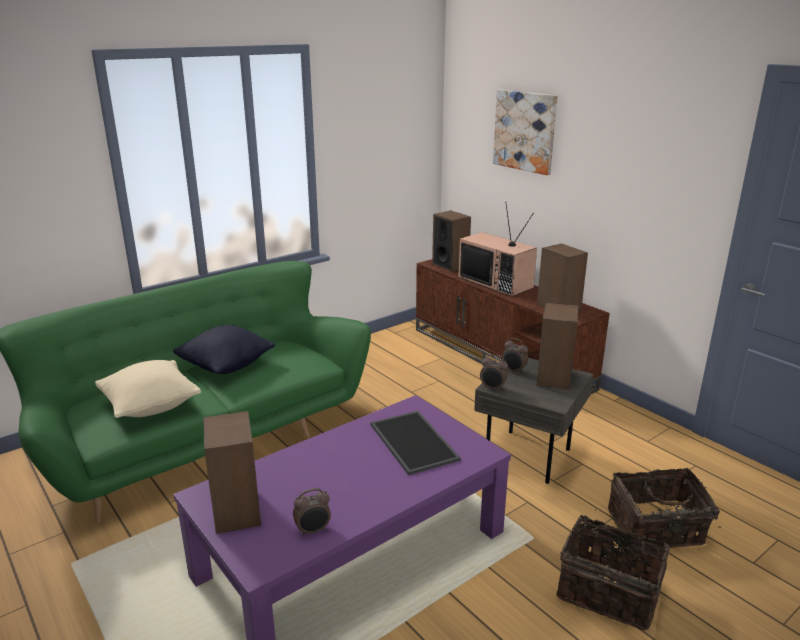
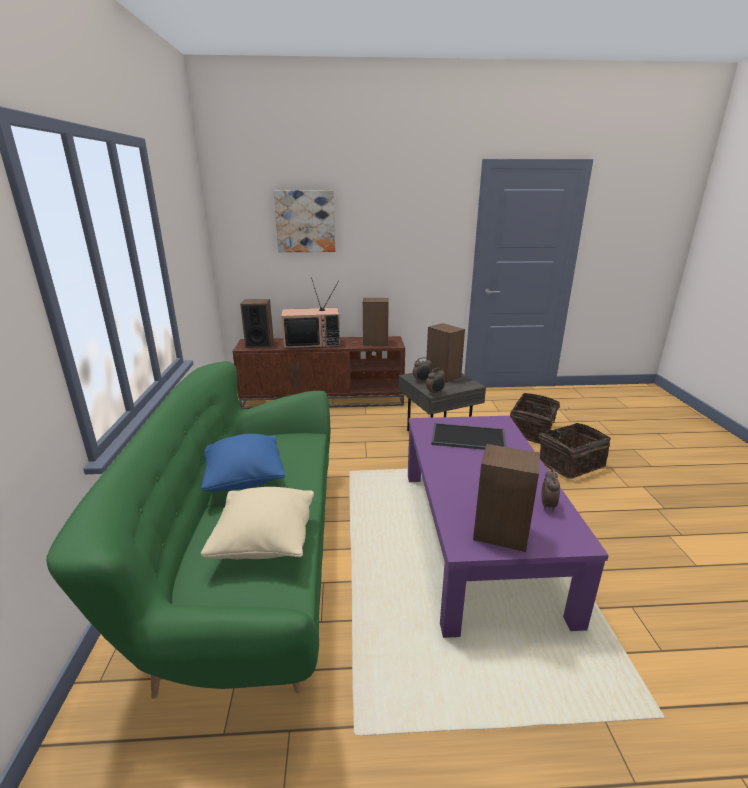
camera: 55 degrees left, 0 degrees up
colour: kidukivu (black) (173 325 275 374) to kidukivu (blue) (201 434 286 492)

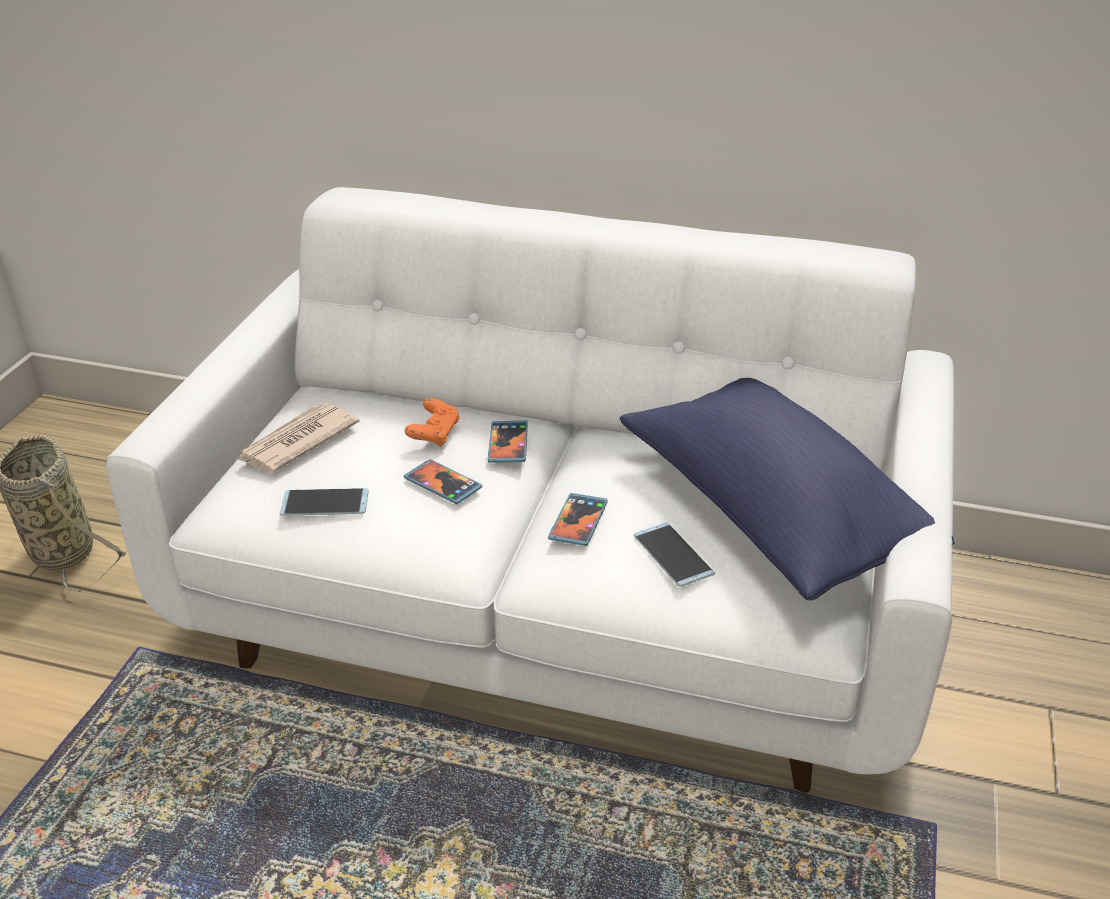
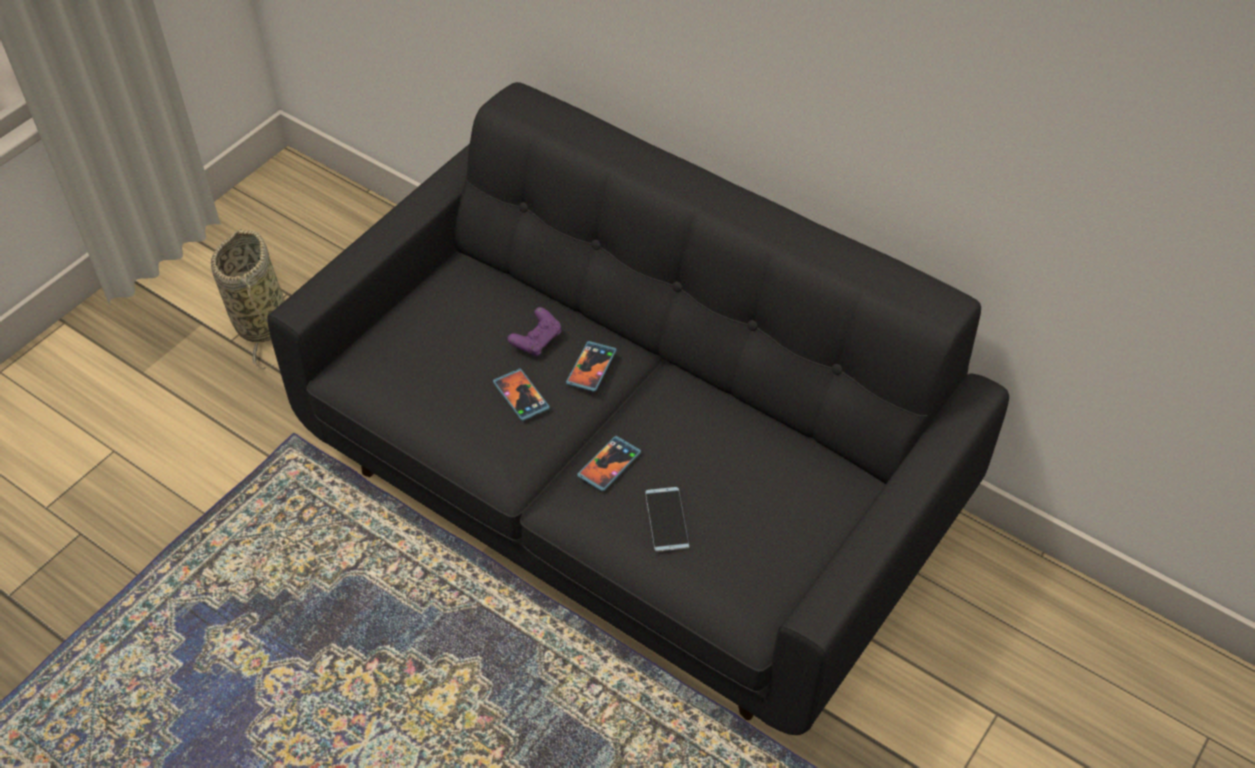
camera: 20 degrees right, 15 degrees up
missing: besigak (236 403 360 473); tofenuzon (280 488 369 516); kidukivu (blue) (620 378 954 600)
colour: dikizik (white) (106 187 954 793) to dikizik (black) (268 82 1009 735); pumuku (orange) (405 398 460 447) to pumuku (purple) (507 307 561 357)

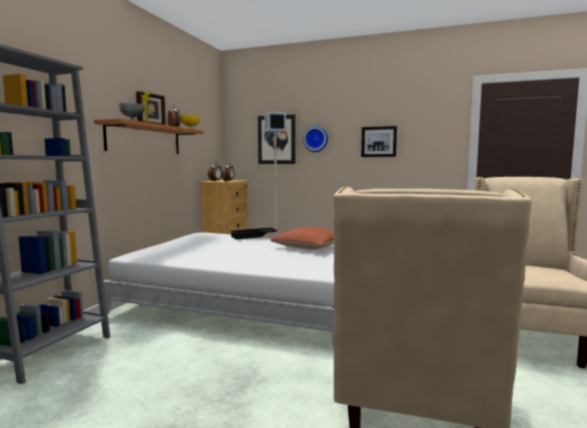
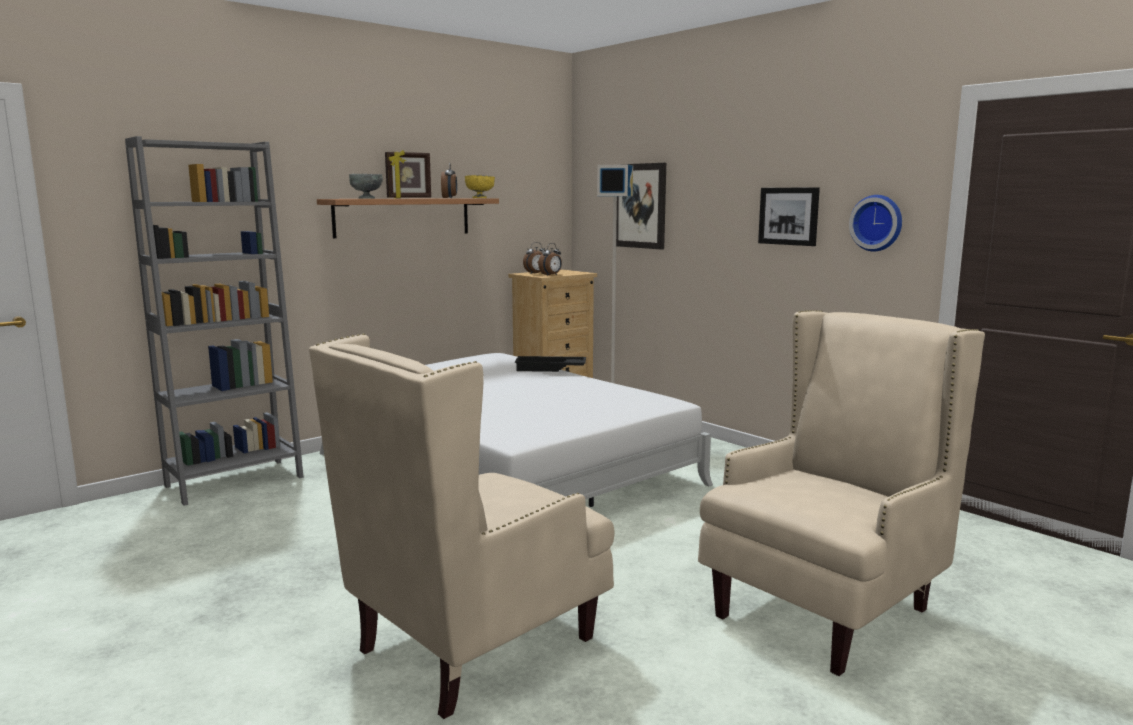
camera: 30 degrees right, 5 degrees up
missing: kidukivu (270 227 334 249)
relocated: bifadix (303 126 328 152) to (849 195 902 252)

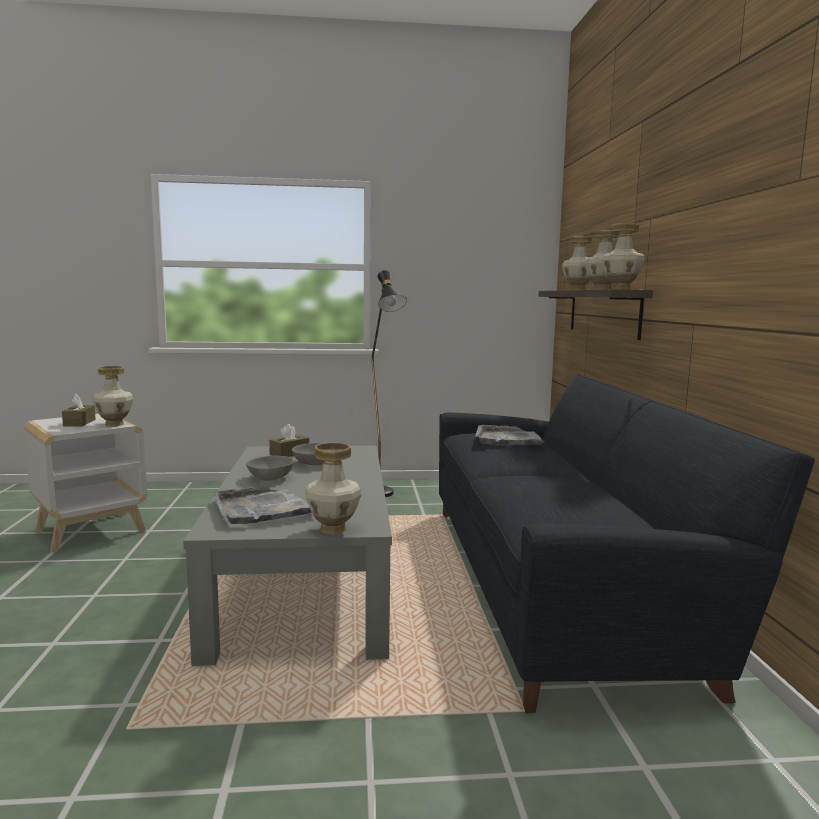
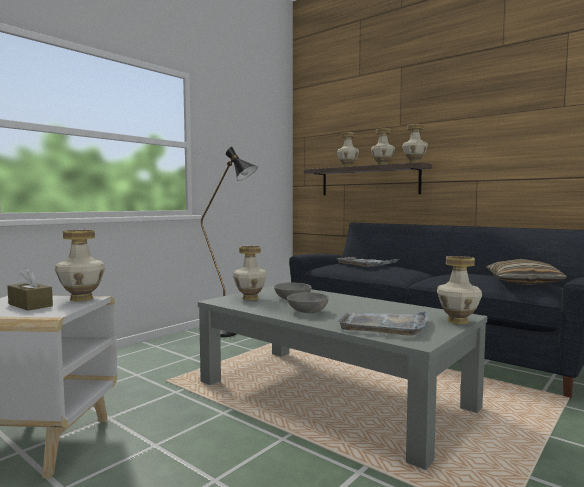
camera: 45 degrees left, 5 degrees down
appeared: kidukivu (486 259 567 285)
exchanged: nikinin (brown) (269 424 309 457) to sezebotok (233 246 267 300)

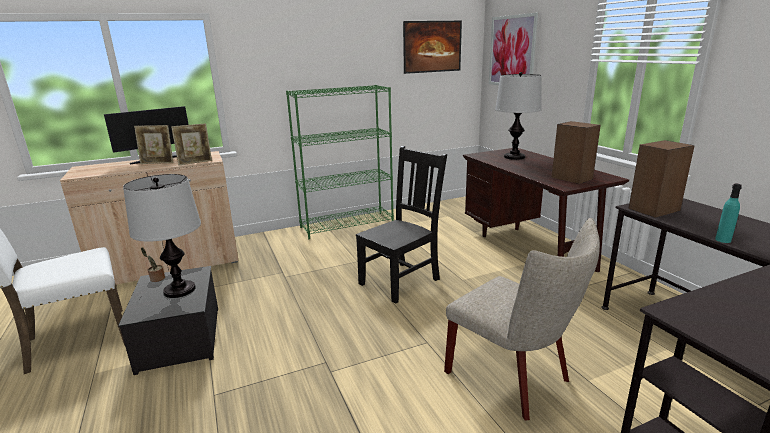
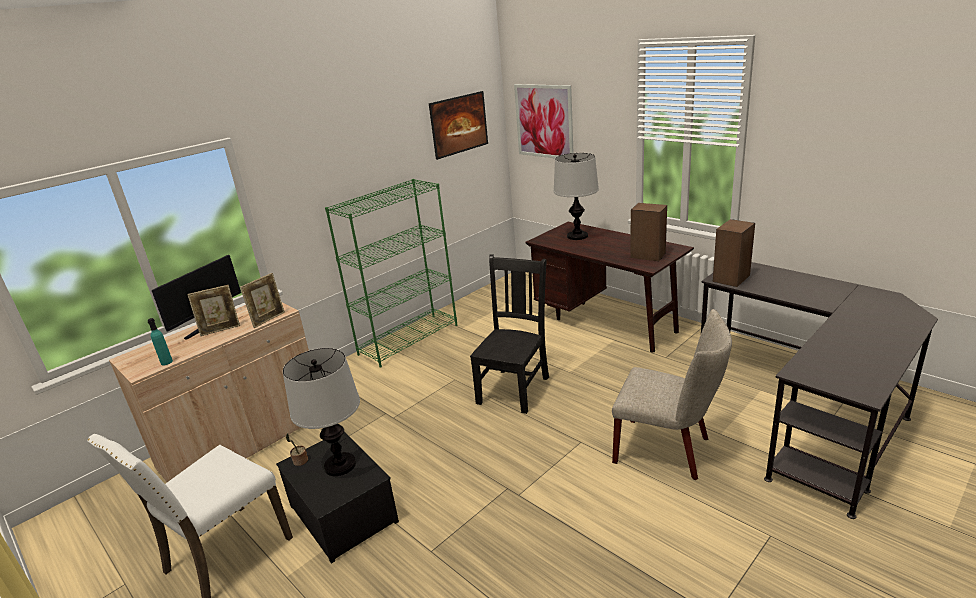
camera: 20 degrees left, 5 degrees up
relocated: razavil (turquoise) (715 184 742 243) to (148 318 173 365)

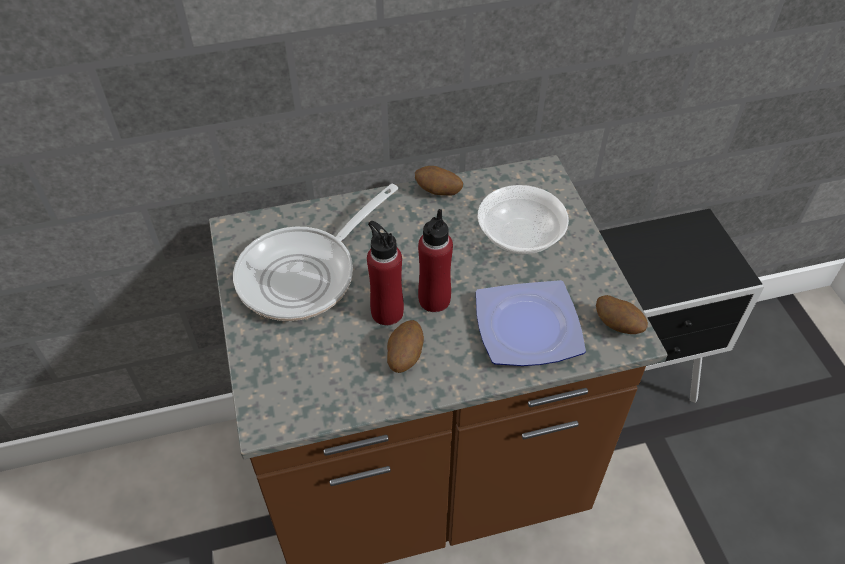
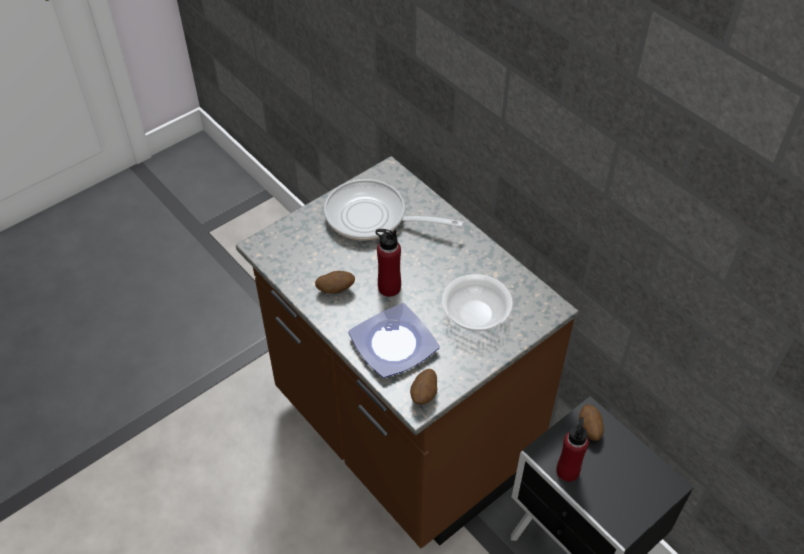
camera: 65 degrees right, 0 degrees up
relocated: razavil (red) (367 221 404 325) to (556 417 589 482); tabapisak (415 166 463 196) to (579 404 604 441)

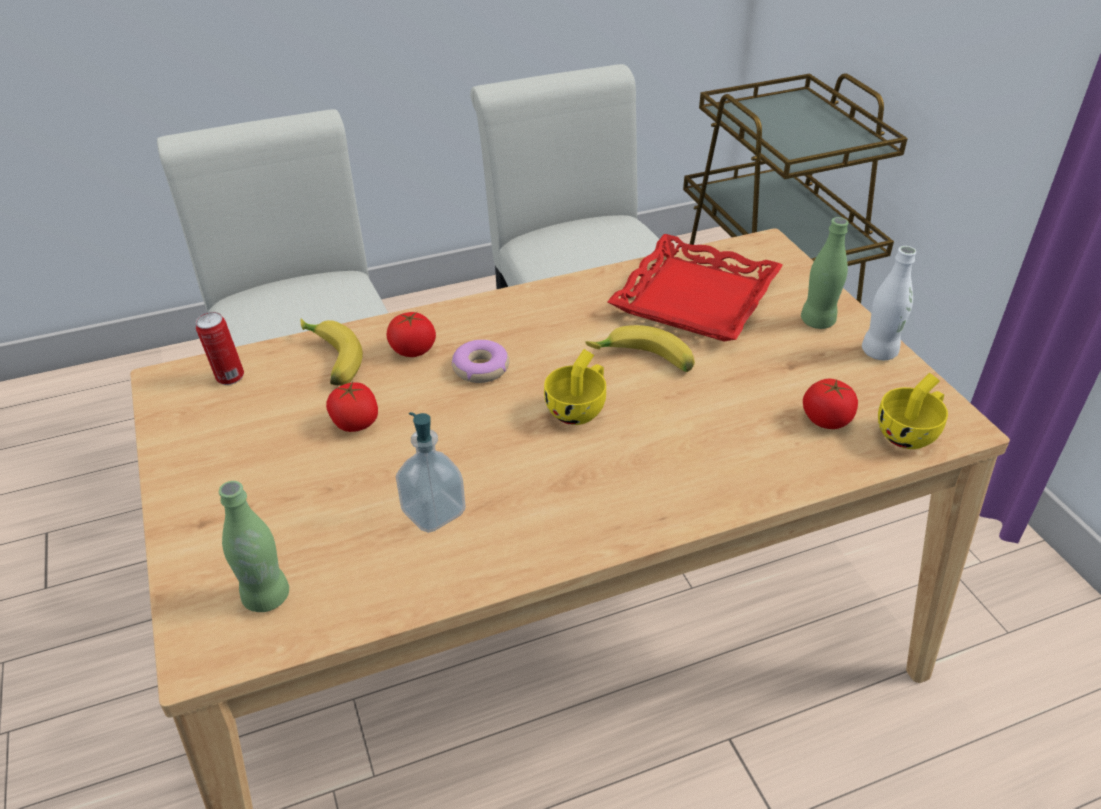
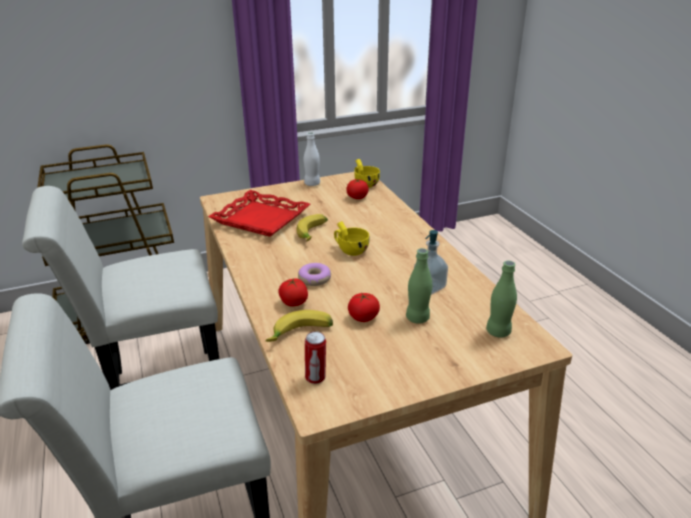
camera: 90 degrees left, 10 degrees down
relocated: razavil (green) (801 217 849 329) to (406 248 432 324)

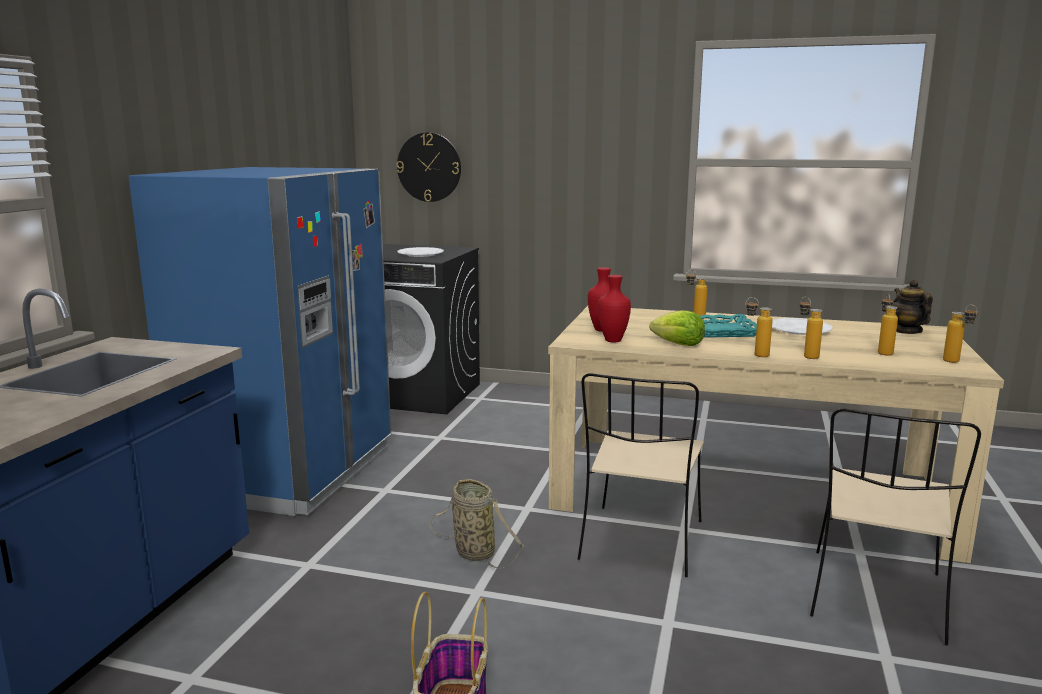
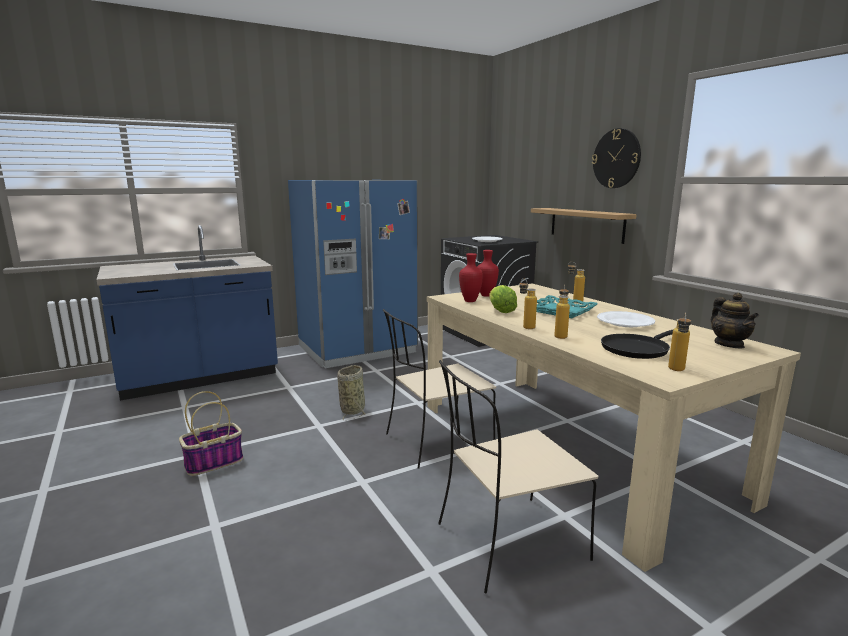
camera: 45 degrees right, 0 degrees up
appeared: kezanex (531 208 637 244)
relocated: bifadix (397 133 461 202) to (592 128 641 188)
exchanged: razavil (878 294 898 356) to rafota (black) (601 330 673 359)
spun: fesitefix (892 280 933 334) = (711 292 759 348) 135 degrees clockwise

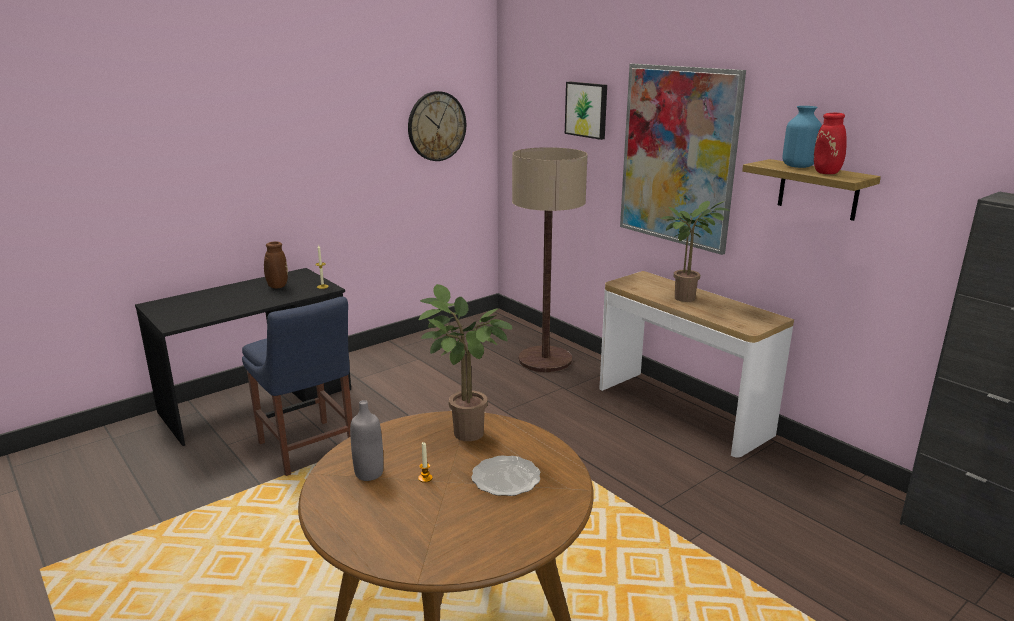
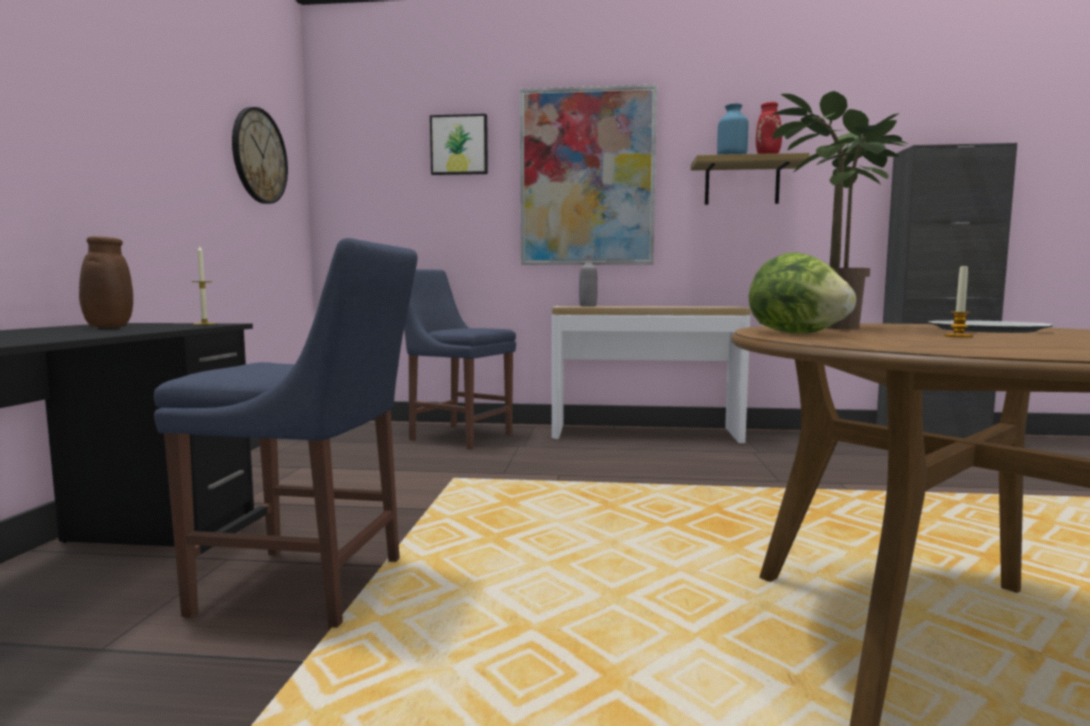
camera: 45 degrees left, 15 degrees down
missing: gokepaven (660 201 731 302)
appeared: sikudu (748 252 856 334)
relocated: razavil (grey) (350 400 384 481) to (579 255 598 306)
exchanged: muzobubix (512 147 588 372) to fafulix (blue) (404 269 516 450)

